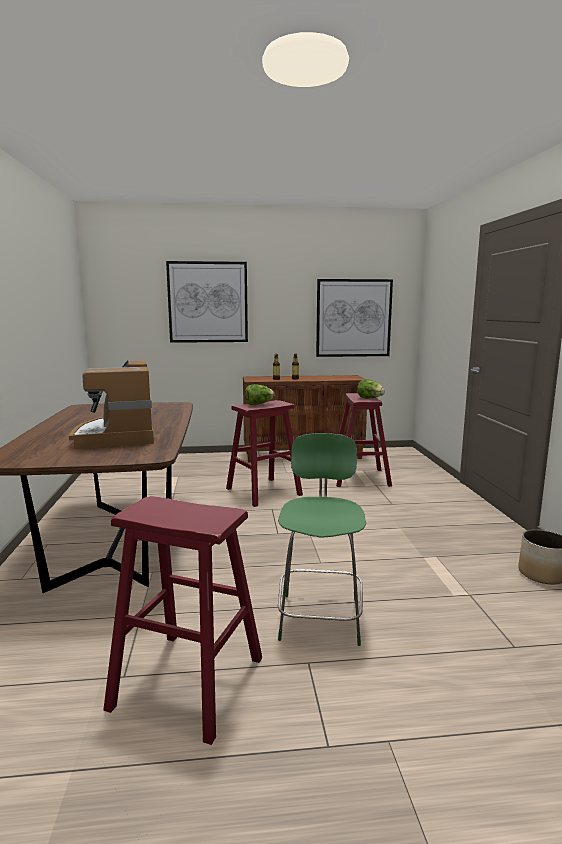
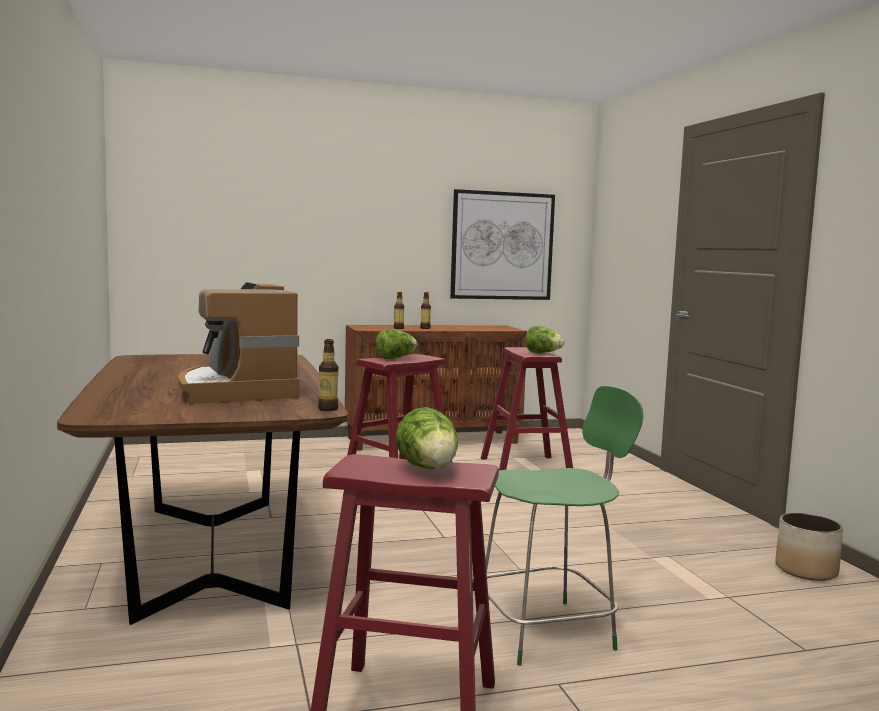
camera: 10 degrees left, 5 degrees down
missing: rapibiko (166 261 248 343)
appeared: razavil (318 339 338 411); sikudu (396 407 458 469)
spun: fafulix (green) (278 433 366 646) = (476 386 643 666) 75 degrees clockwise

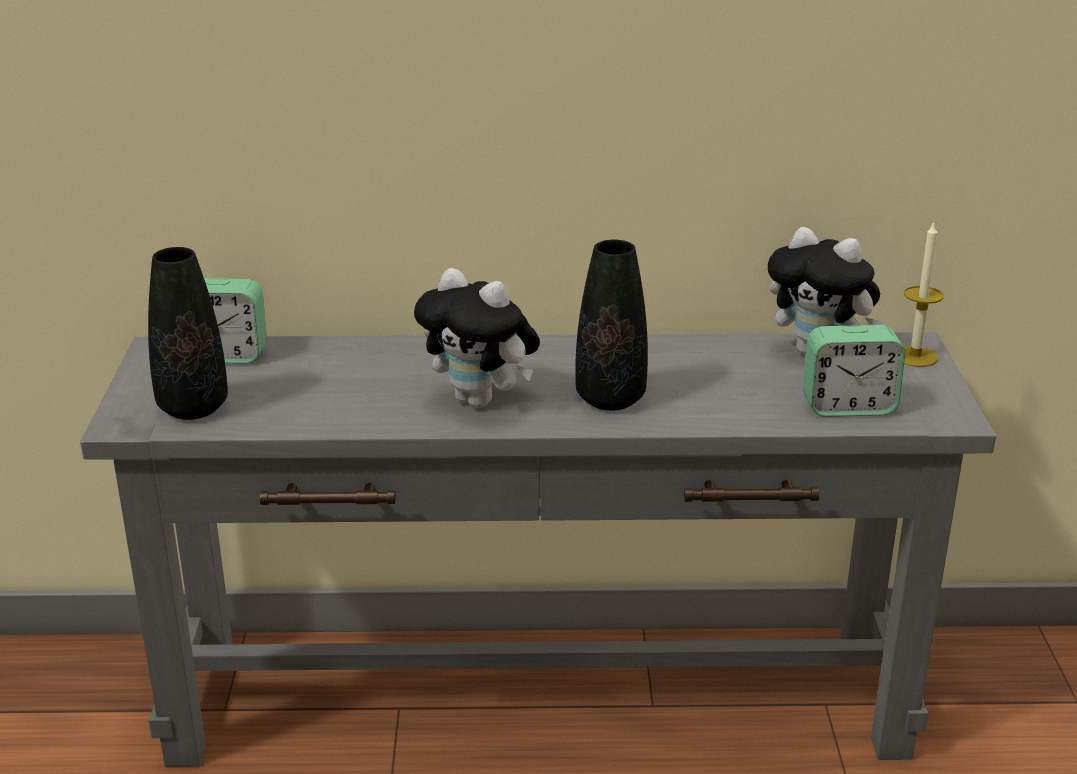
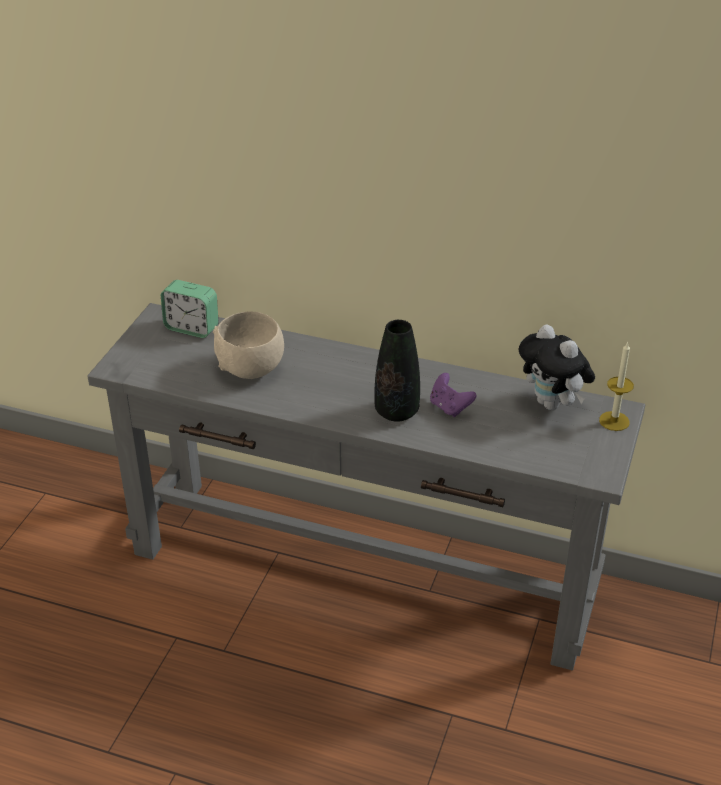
camera: 20 degrees right, 10 degrees up
missing: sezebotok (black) (148 247 228 420); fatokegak (414 268 540 408); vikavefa (803 325 905 417)
appeared: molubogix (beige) (213 311 284 379); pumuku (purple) (430 373 477 417)

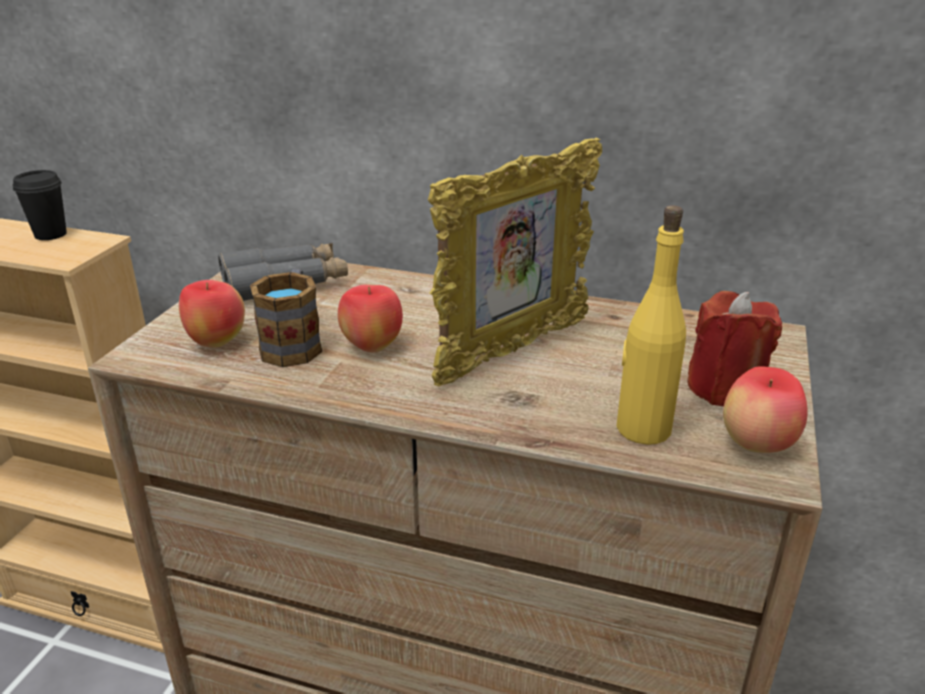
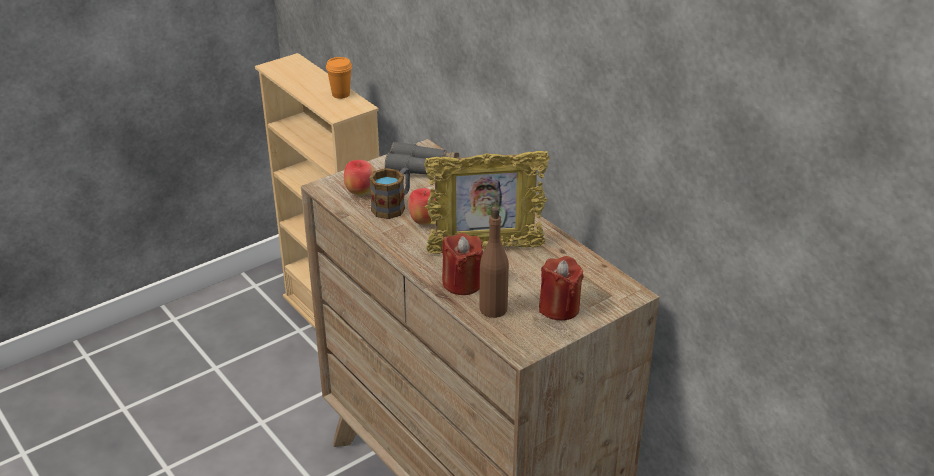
camera: 35 degrees right, 5 degrees up
missing: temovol (723 366 808 453)
appeared: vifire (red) (442 233 483 295)
colour: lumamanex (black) (12 170 67 240) to lumamanex (orange) (326 57 352 99); razavil (yellow) (616 205 686 445) to razavil (brown) (479 206 509 318)

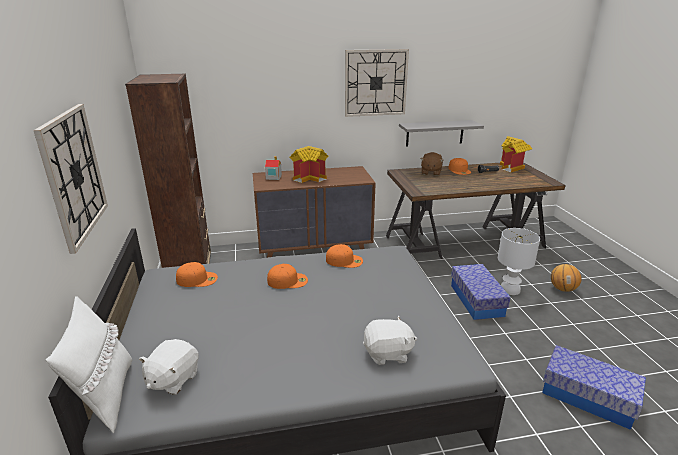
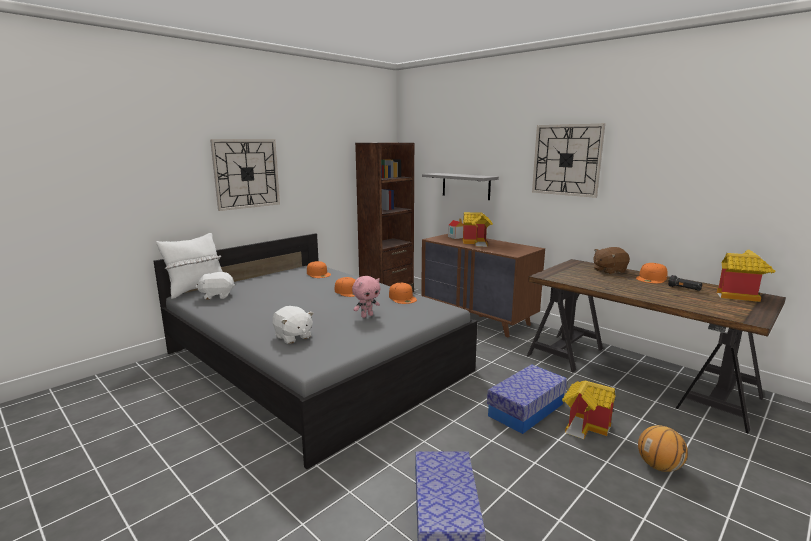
camera: 55 degrees right, 10 degrees down
appeared: fatokegak (pink) (352 276 380 318)
relocated: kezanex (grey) (399 120 484 147) to (422 173 499 200)
exchanged: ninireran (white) (498 228 540 295) to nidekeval (562 380 616 439)

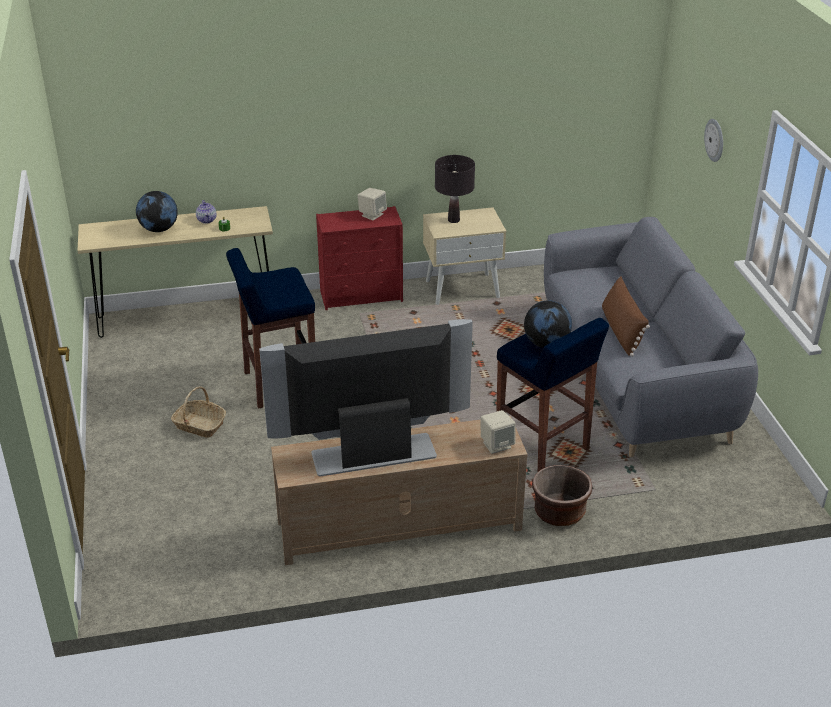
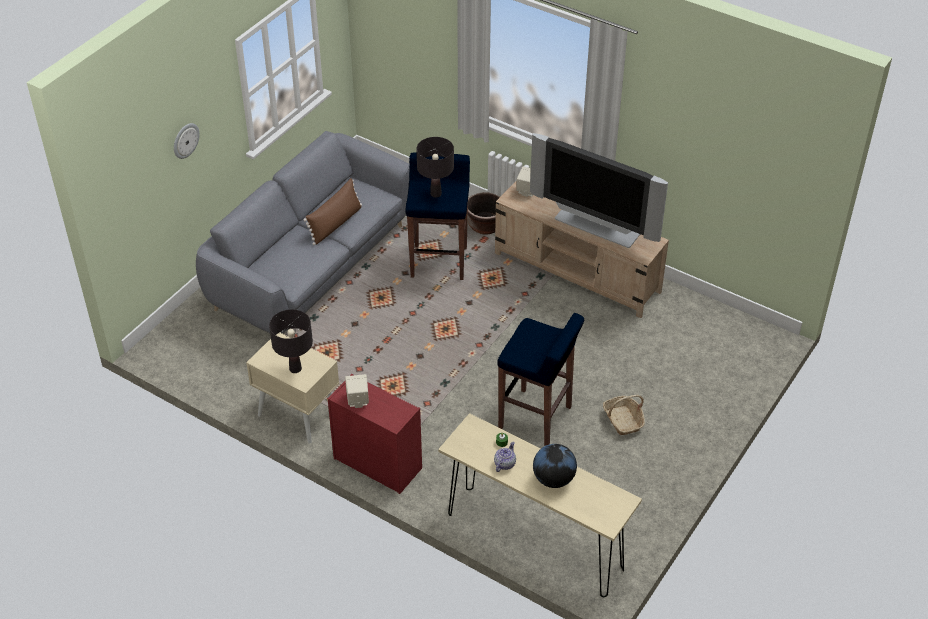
camera: 135 degrees left, 10 degrees up
exchanged: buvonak (524 300 572 348) to ninireran (black) (417 137 454 198)

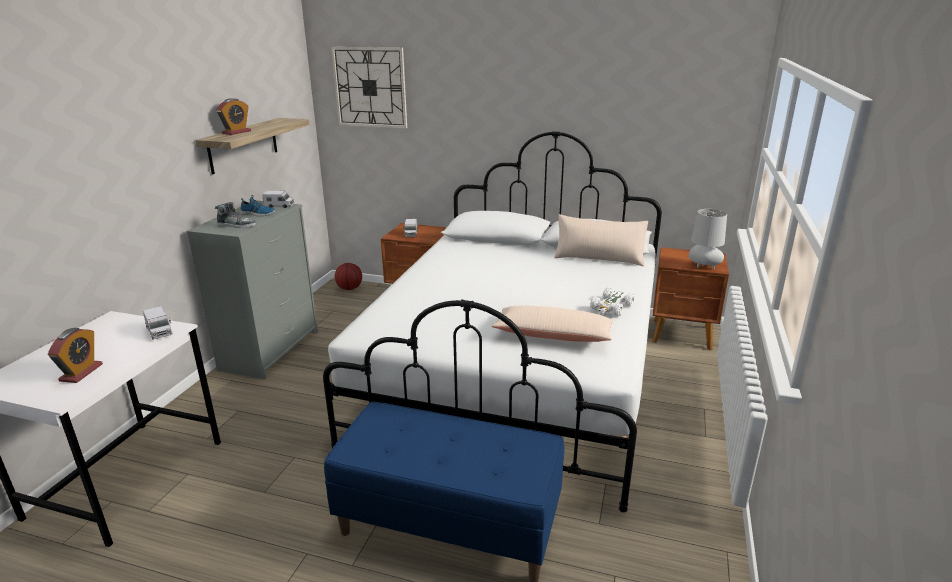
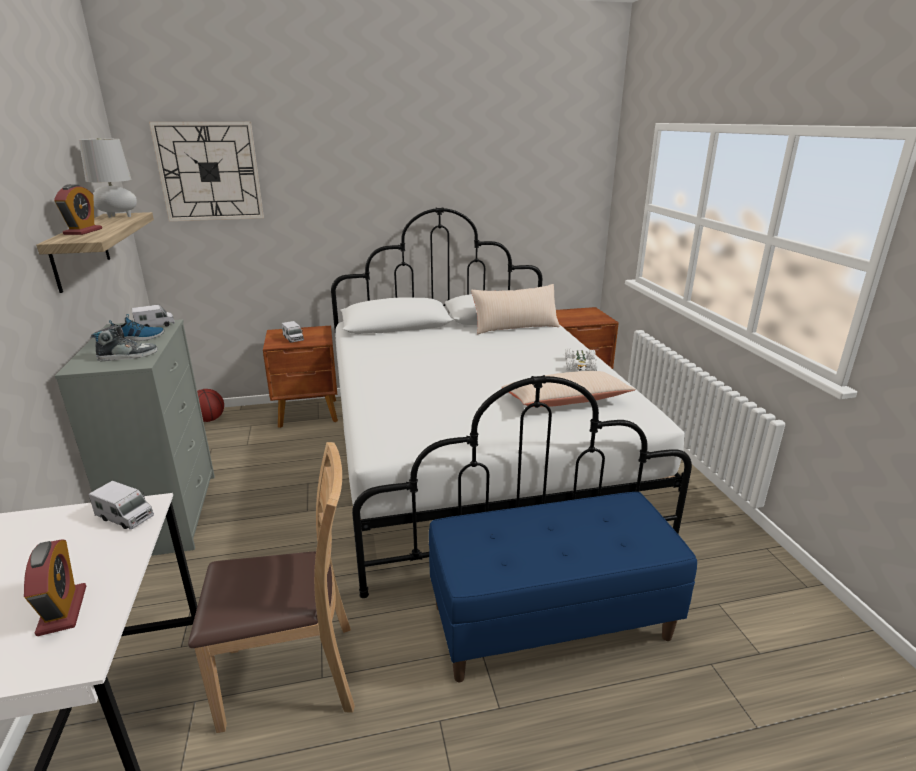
camera: 30 degrees left, 0 degrees up
appeared: fafulix (brown) (188 442 355 733)
relocated: ninireran (grey) (689 209 727 269) to (79 138 137 218)

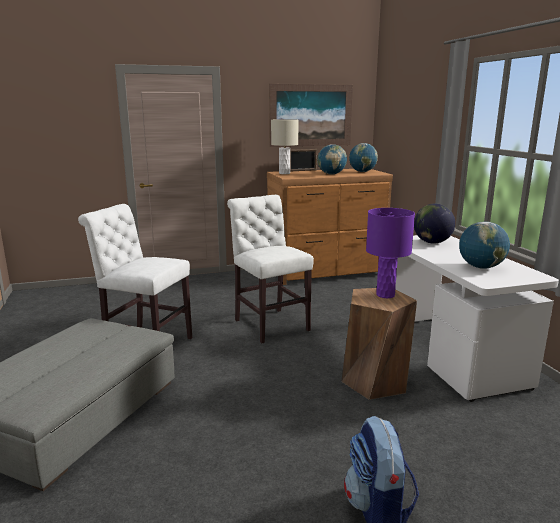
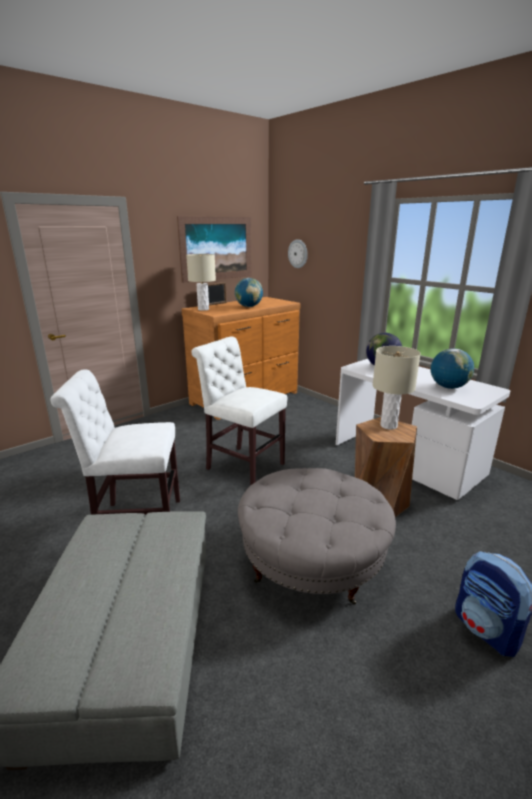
camera: 25 degrees left, 5 degrees up
missing: buvonak (349 143 378 172)
appeared: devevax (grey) (238 468 396 605); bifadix (288 239 308 268)
colour: ninireran (purple) (366 208 415 298) to ninireran (beige) (373 346 421 430)

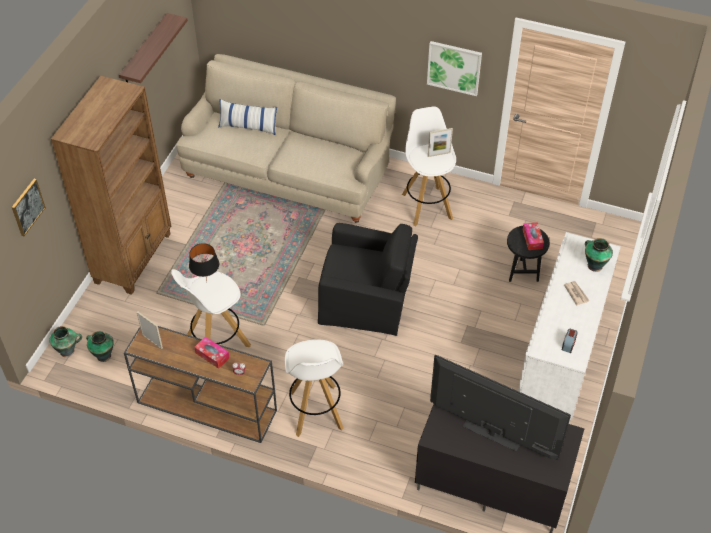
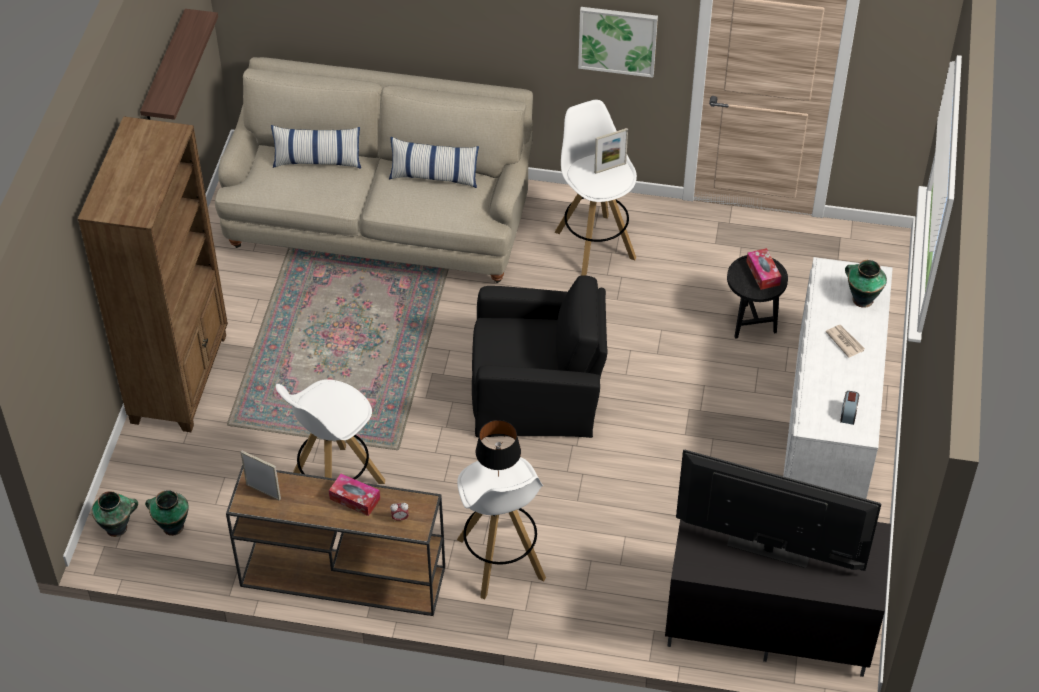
camera: 10 degrees left, 0 degrees up
missing: rapibiko (12 179 46 236)
appeared: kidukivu (389 137 479 188)
relocated: ninireran (black) (189 243 219 280) to (475 420 521 477)

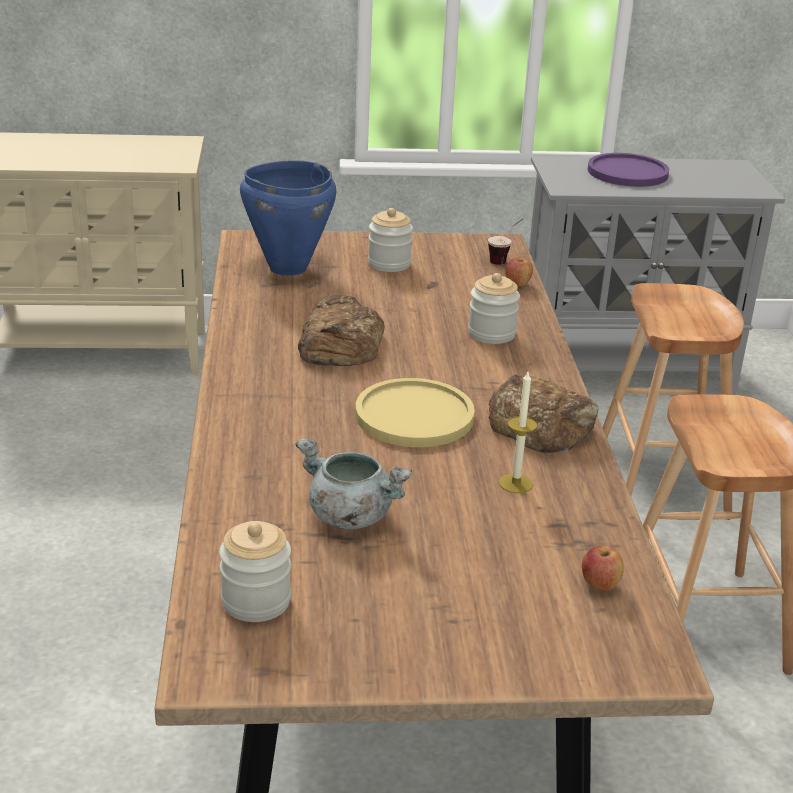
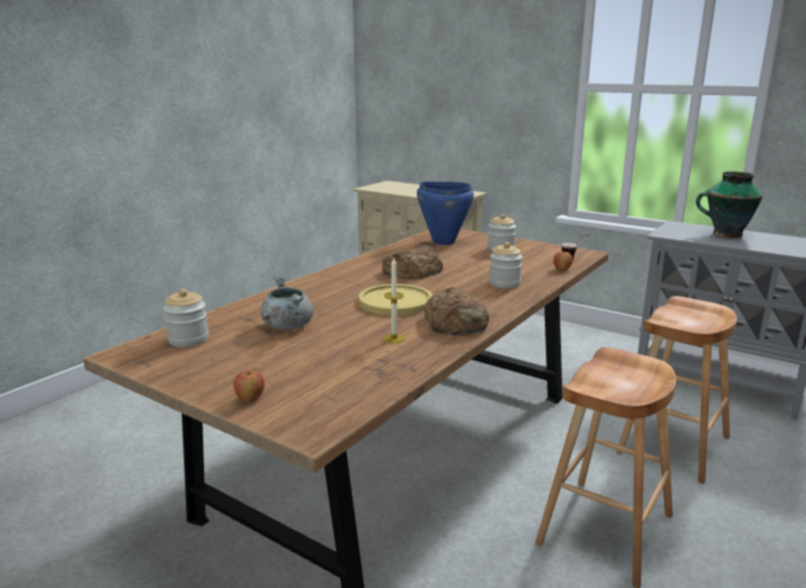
camera: 40 degrees right, 10 degrees down
relocated: temovol (582 546 624 591) to (234 370 265 402)
exchanged: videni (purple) (588 153 669 187) to sezebotok (696 171 763 238)

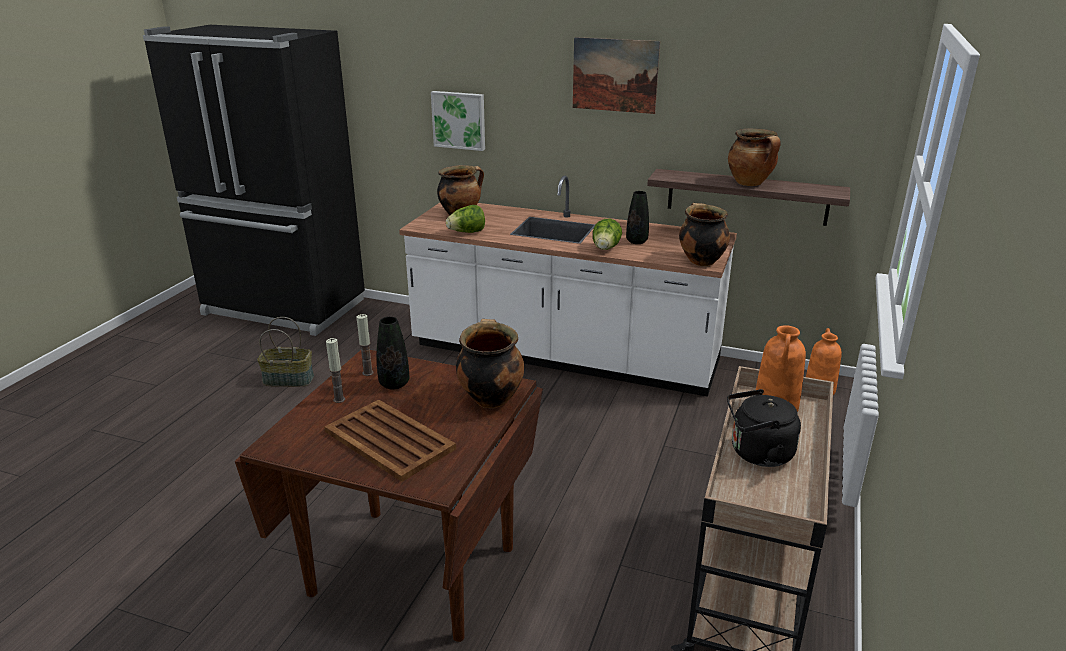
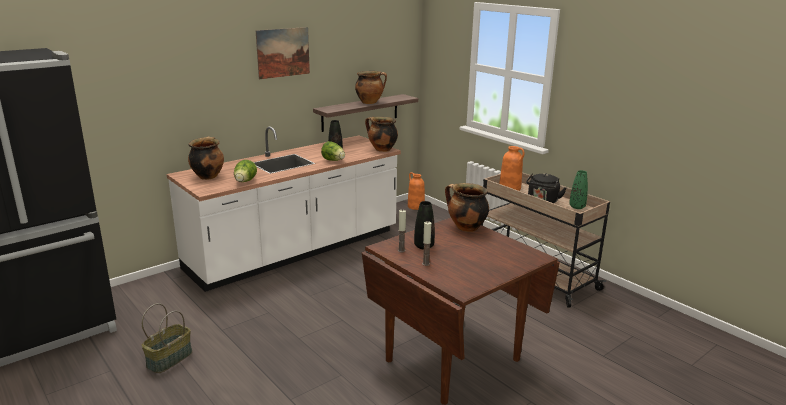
camera: 60 degrees left, 5 degrees down
missing: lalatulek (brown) (324 399 456 482); rapibiko (431 91 485 151)
appeared: sezebotok (green) (569 170 588 209)

